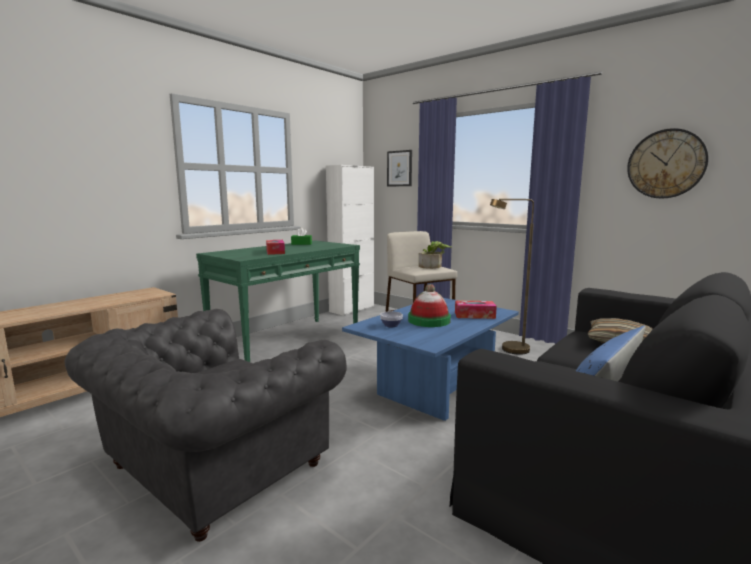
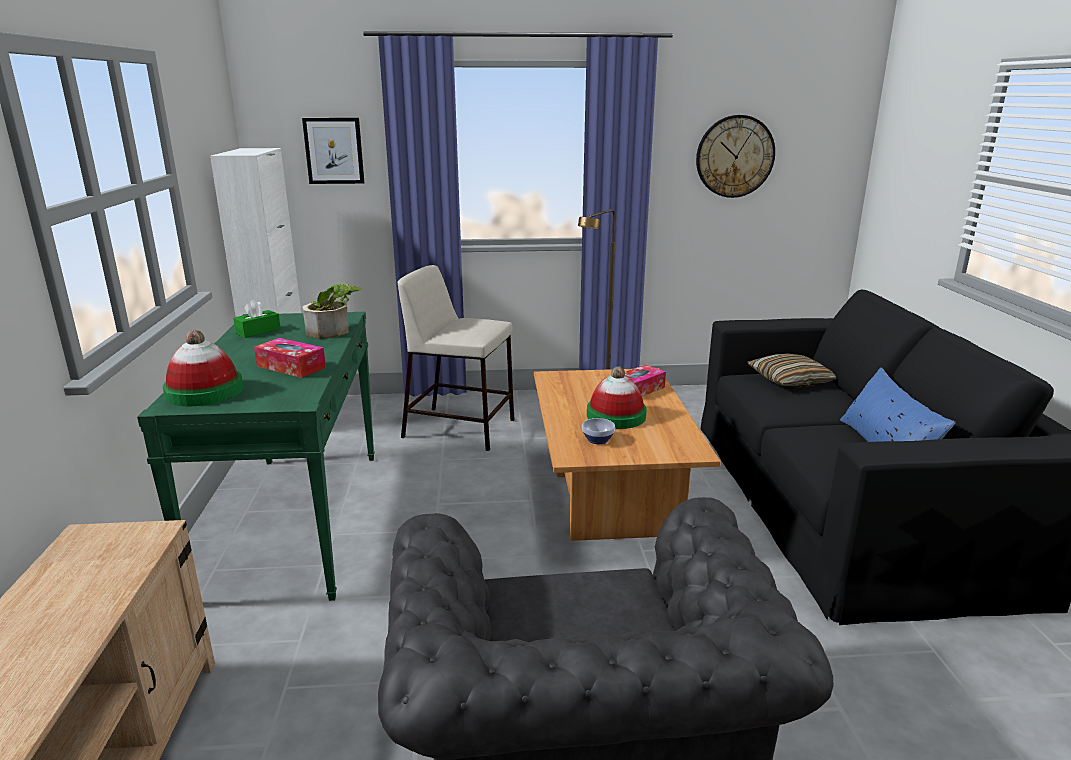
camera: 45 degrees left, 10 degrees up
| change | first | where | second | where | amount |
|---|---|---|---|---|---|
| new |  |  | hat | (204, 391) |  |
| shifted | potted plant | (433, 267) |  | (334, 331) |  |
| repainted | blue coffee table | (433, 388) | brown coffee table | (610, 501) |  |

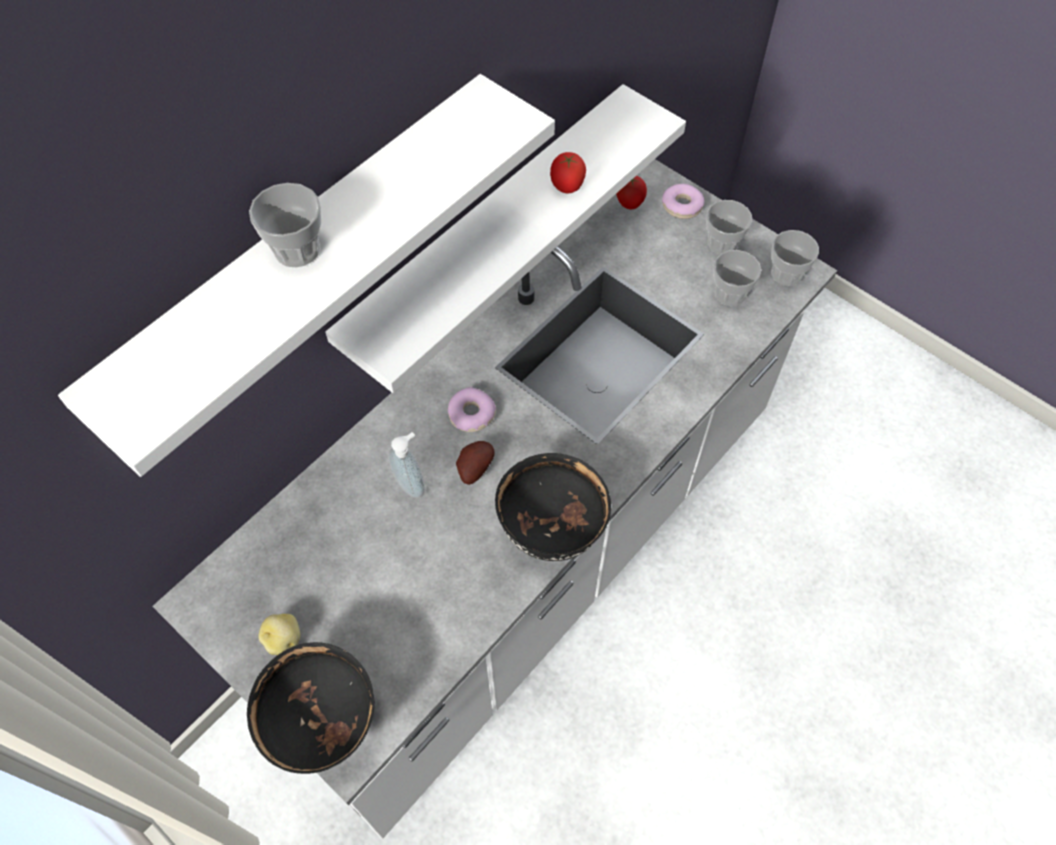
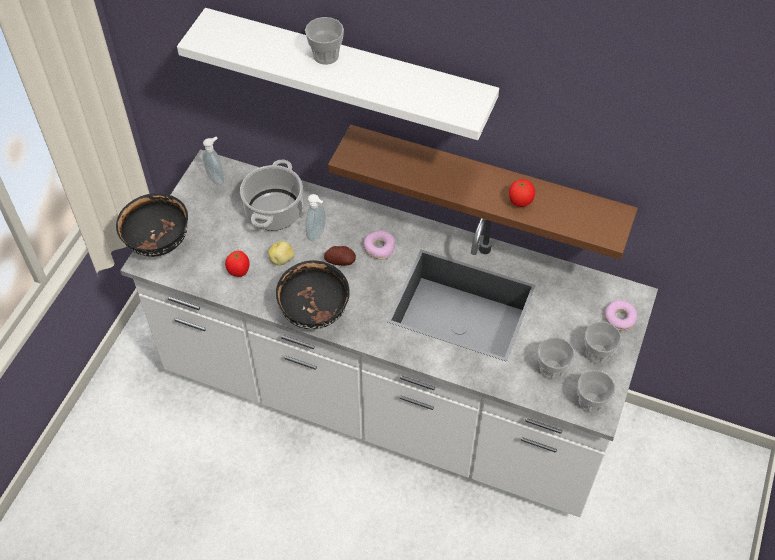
camera: 70 degrees right, 5 degrees down
| change | first | where | second | where | amount |
|---|---|---|---|---|---|
| new |  |  | soap dispenser | (216, 178) |  |
| shifted | tomato | (629, 204) |  | (239, 272) |  |
| new |  |  | cooking pot | (274, 210) |  |
| shifted | potato | (284, 639) |  | (282, 259) |  |
| repainted | white shelf | (487, 230) | brown shelf | (487, 186) |  |

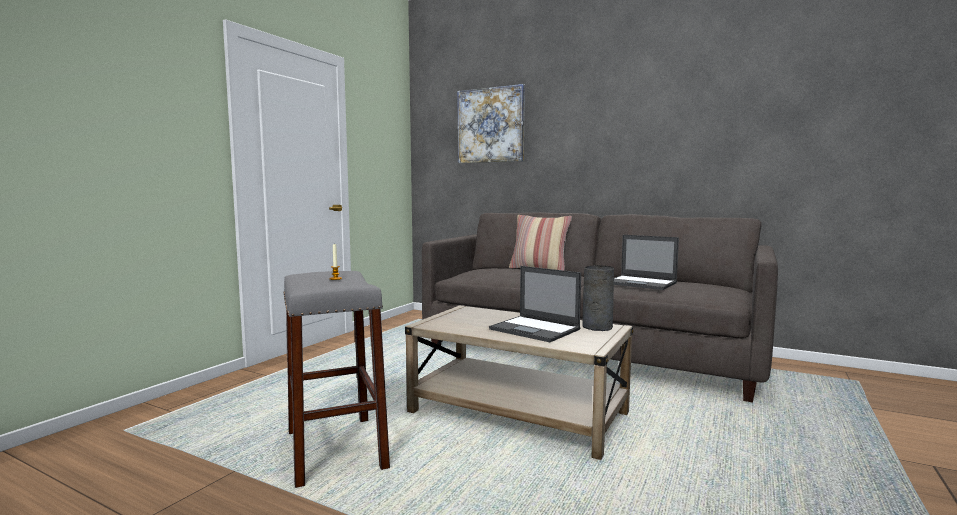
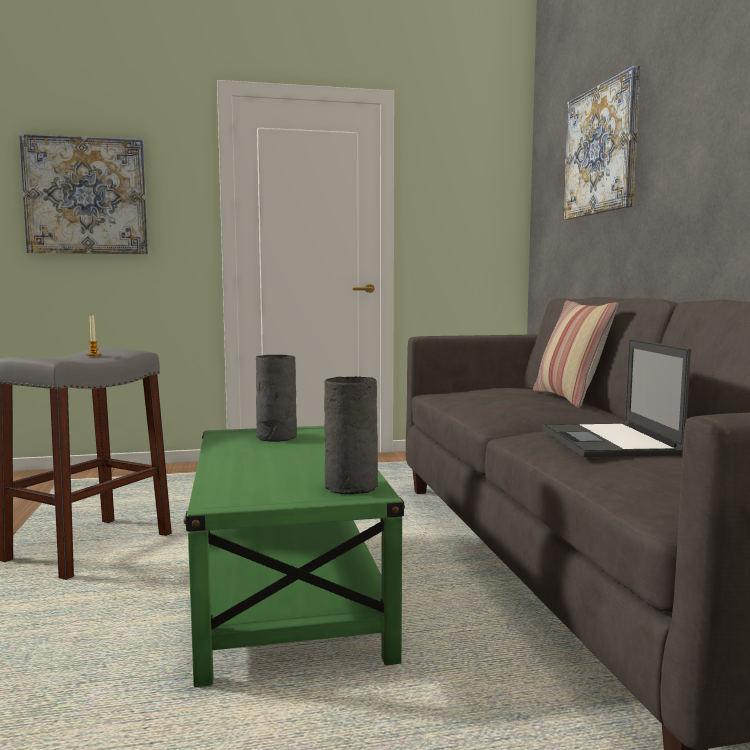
camera: 50 degrees right, 0 degrees up
| change | first | where | second | where | amount |
|---|---|---|---|---|---|
| new |  |  | picture | (86, 196) |  |
| repainted | beige coffee table | (518, 413) | green coffee table | (286, 593) |  |
| new |  |  | grey vase | (275, 437) |  |
| gone | laptop | (535, 329) |  |  |  |

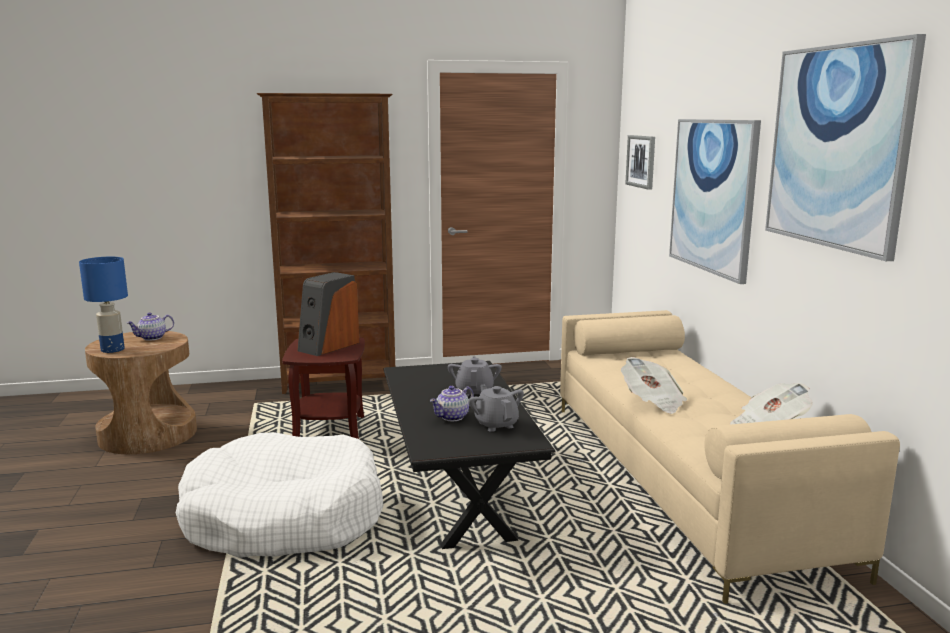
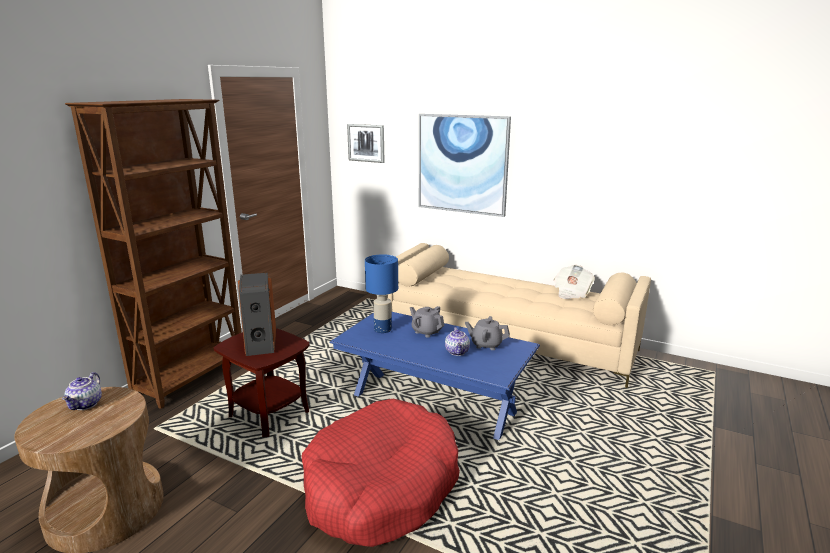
camera: 50 degrees left, 5 degrees up
| change | first | where | second | where | amount |
|---|---|---|---|---|---|
| repainted | white dog bed | (284, 518) | red dog bed | (381, 486) |  |
| repainted | black coffee table | (458, 489) | blue coffee table | (433, 404) |  |
| shifted | blue table lamp | (113, 350) |  | (383, 329) |  |
| gone | newspaper | (653, 402) |  |  |  |
| gone | picture | (837, 147) |  |  |  |

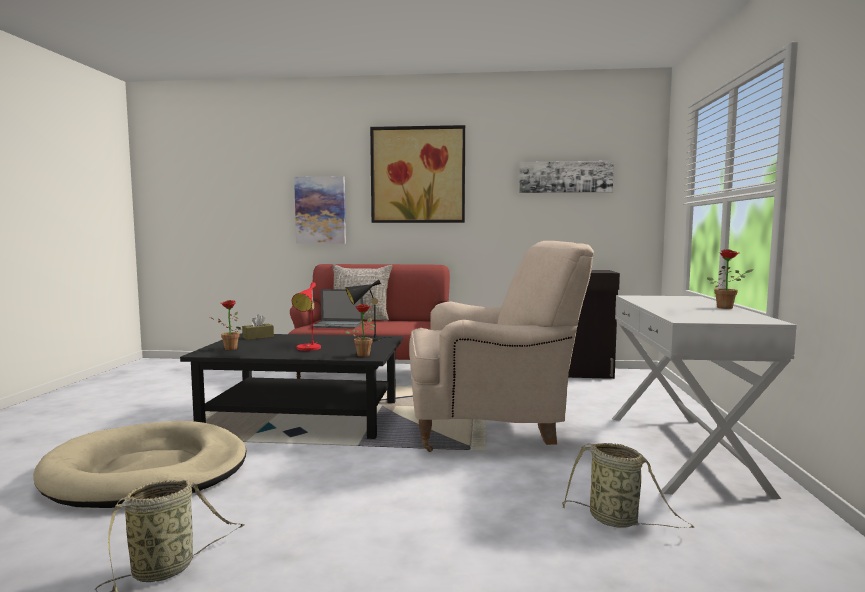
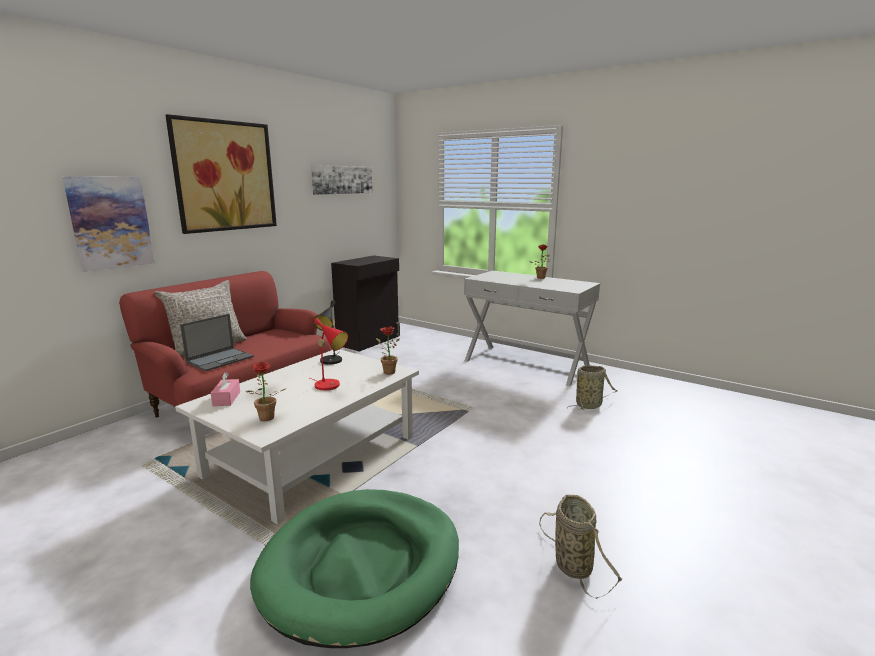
camera: 60 degrees left, 10 degrees up
| change | first | where | second | where | amount |
|---|---|---|---|---|---|
| repainted | black coffee table | (303, 416) | white coffee table | (312, 455) |  |
| repainted | brown tissue box | (258, 337) | pink tissue box | (226, 399) |  |
| repainted | beige dog bed | (147, 472) | green dog bed | (362, 566) |  |
| gone | beige armchair | (489, 426) |  |  |  |

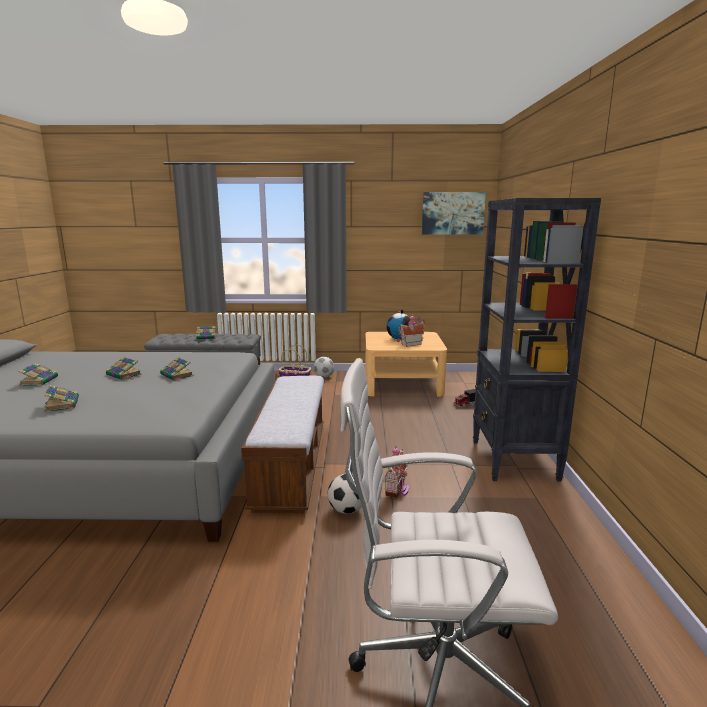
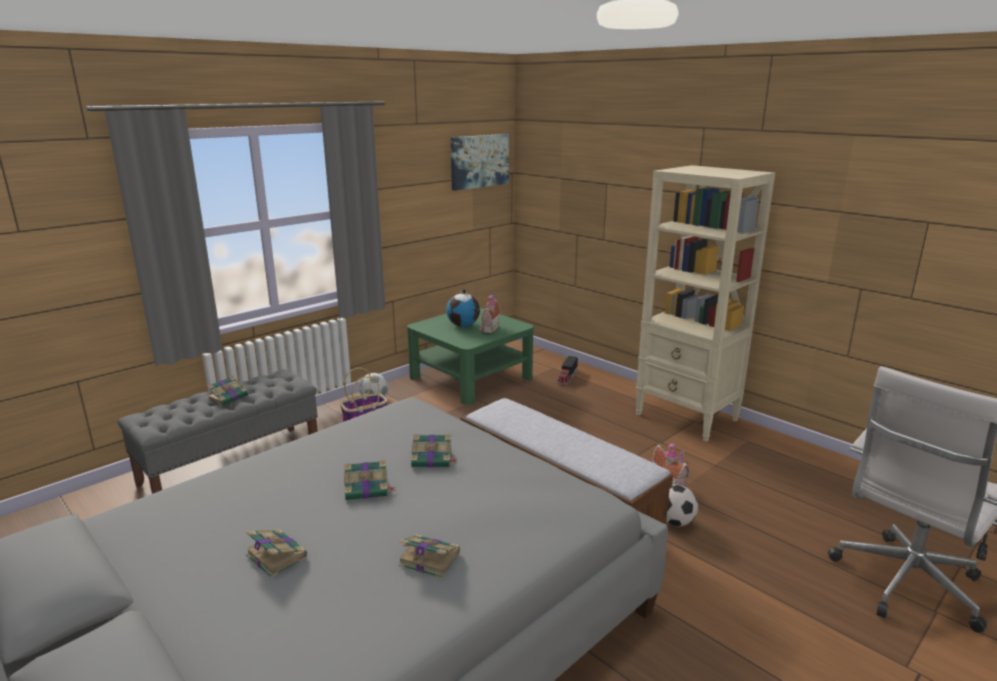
camera: 45 degrees left, 5 degrees up
| change | first | where | second | where | amount |
|---|---|---|---|---|---|
| repainted | beige coffee table | (403, 383) | green coffee table | (471, 377) |  |
| repainted | black bookcase | (513, 460) | beige bookcase | (687, 417) |  |

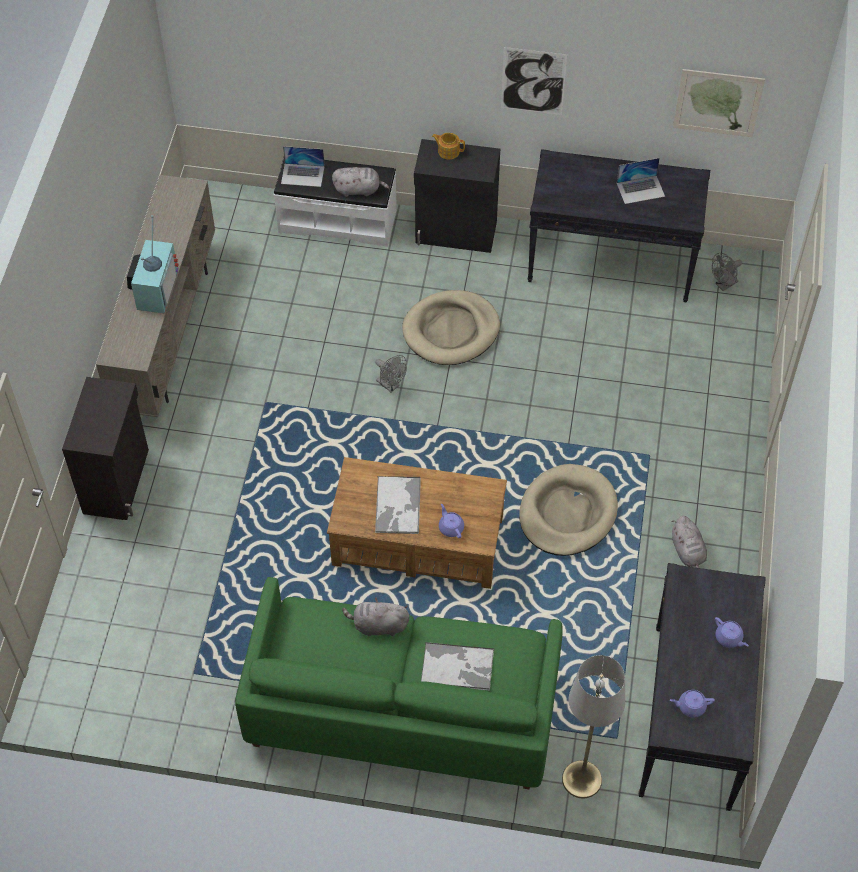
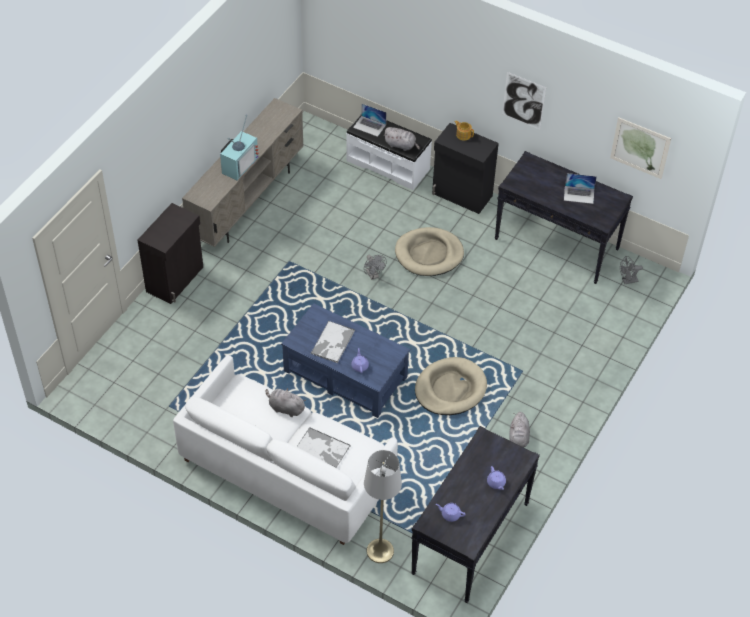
camera: 20 degrees right, 5 degrees down
| change | first | where | second | where | amount |
|---|---|---|---|---|---|
| repainted | green sofa | (401, 707) | white sofa | (286, 469) |  |
| repainted | brown coffee table | (417, 539) | blue coffee table | (345, 373) |  |

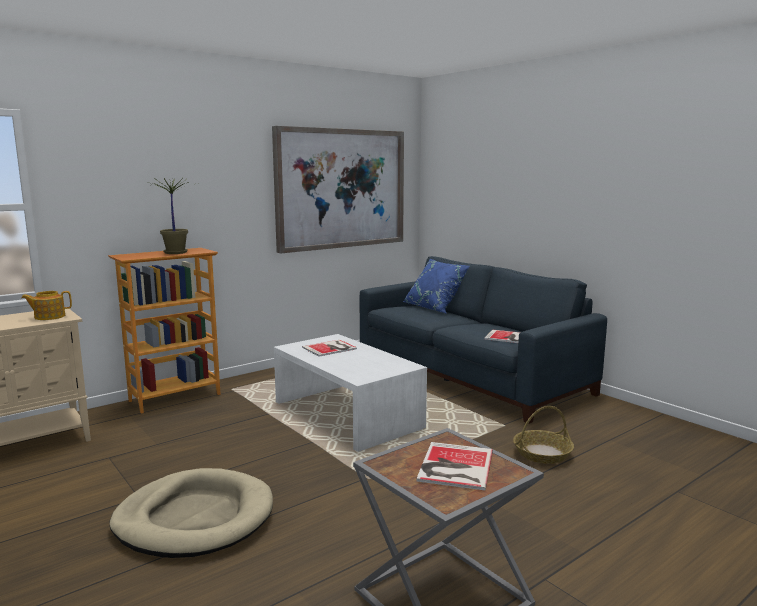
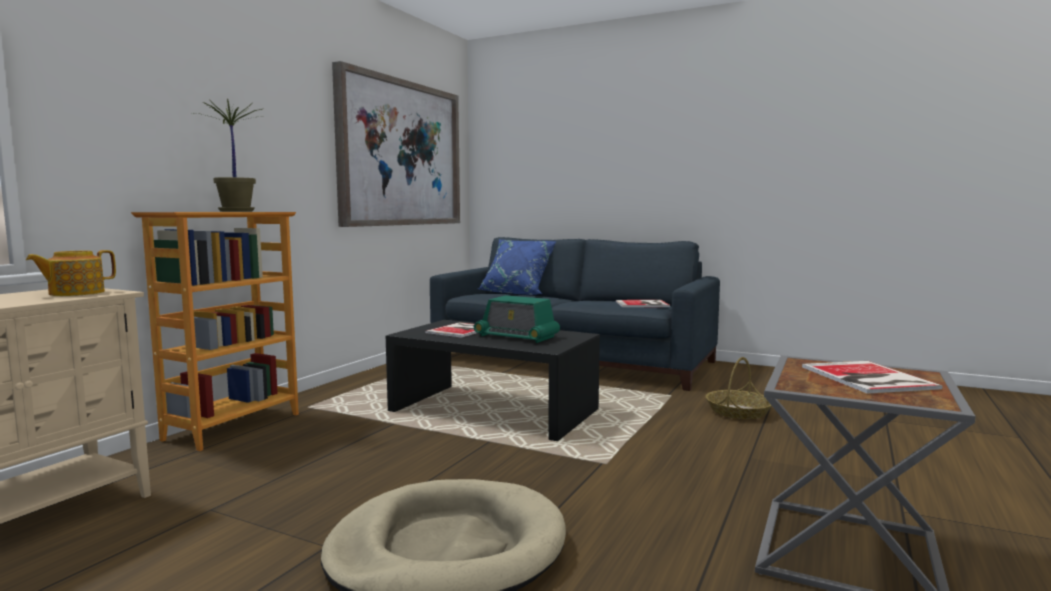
camera: 25 degrees left, 5 degrees down
| change | first | where | second | where | amount |
|---|---|---|---|---|---|
| repainted | white coffee table | (347, 414) | black coffee table | (494, 410) |  |
| new |  |  | radio | (516, 336) |  |

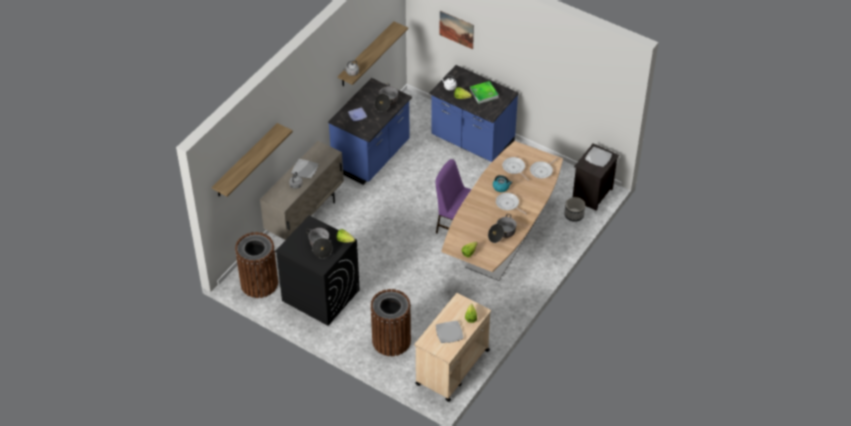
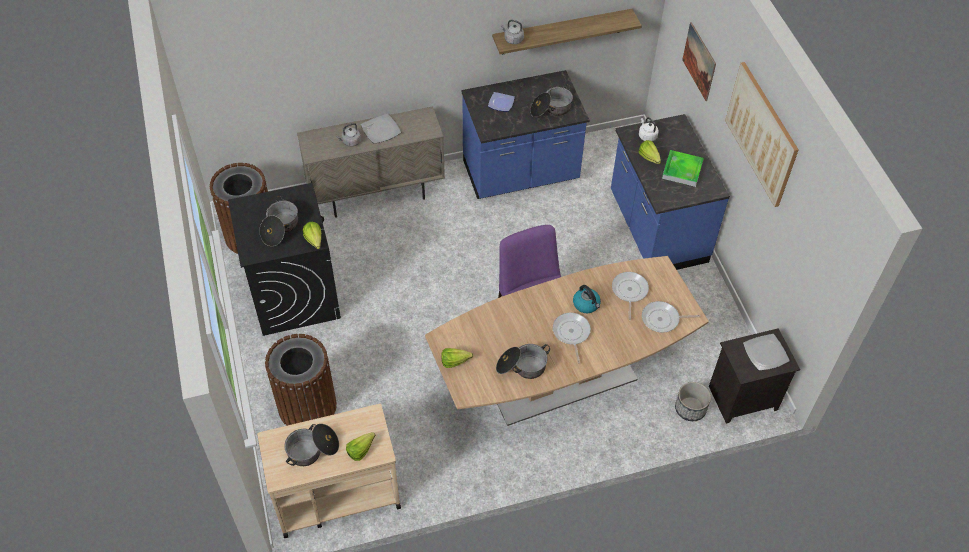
camera: 40 degrees right, 5 degrees up
| change | first | where | second | where | amount |
|---|---|---|---|---|---|
| swapped | plate | (449, 332) | cooking pot | (312, 450) |  |
| new |  |  | picture | (761, 134) |  |
| gone | shelf | (246, 161) |  |  |  |

